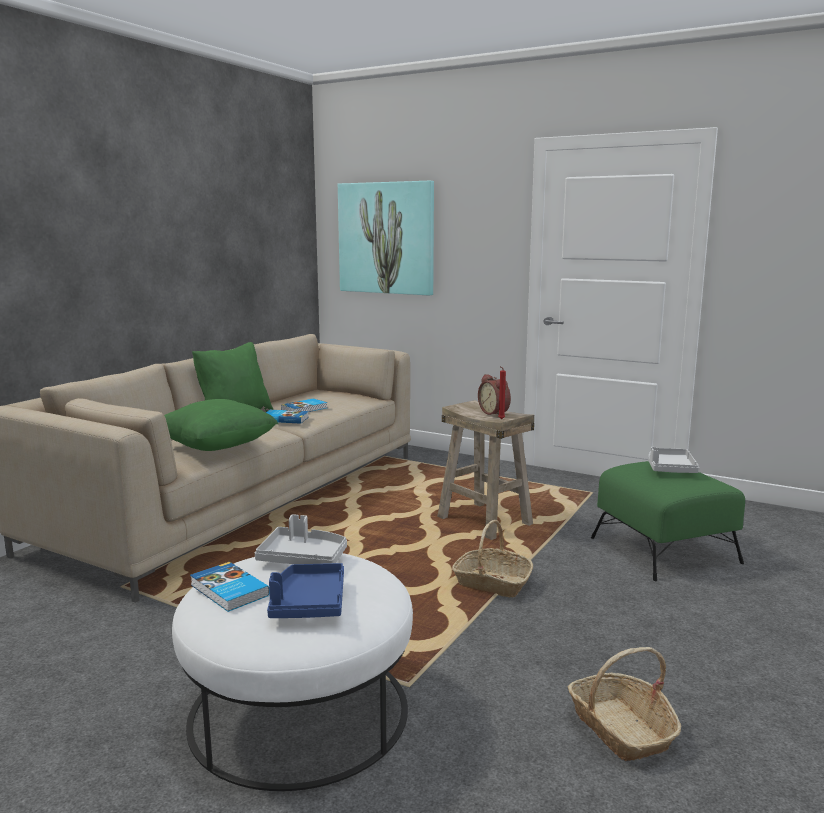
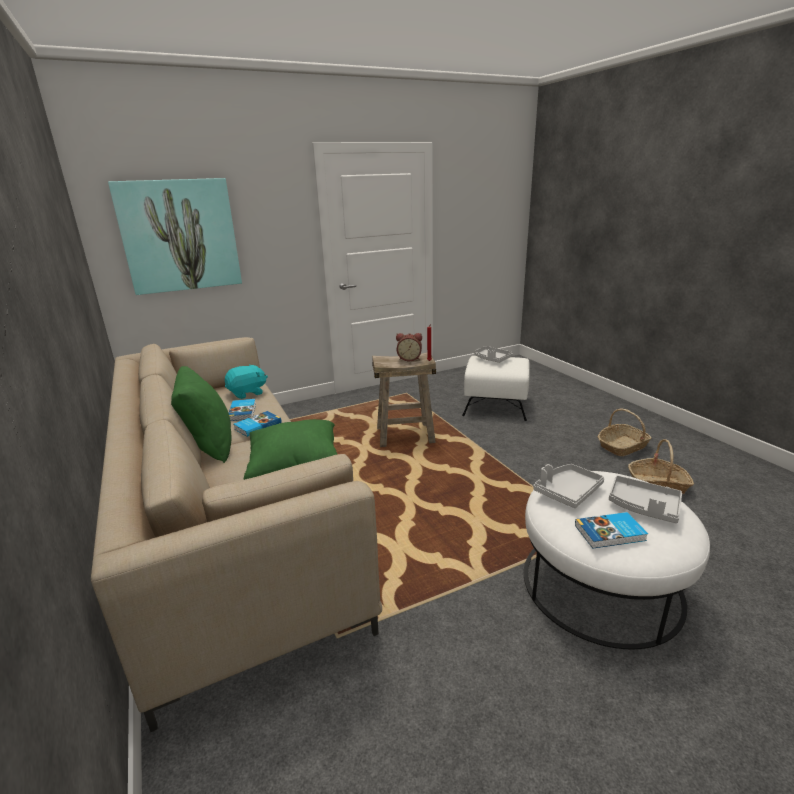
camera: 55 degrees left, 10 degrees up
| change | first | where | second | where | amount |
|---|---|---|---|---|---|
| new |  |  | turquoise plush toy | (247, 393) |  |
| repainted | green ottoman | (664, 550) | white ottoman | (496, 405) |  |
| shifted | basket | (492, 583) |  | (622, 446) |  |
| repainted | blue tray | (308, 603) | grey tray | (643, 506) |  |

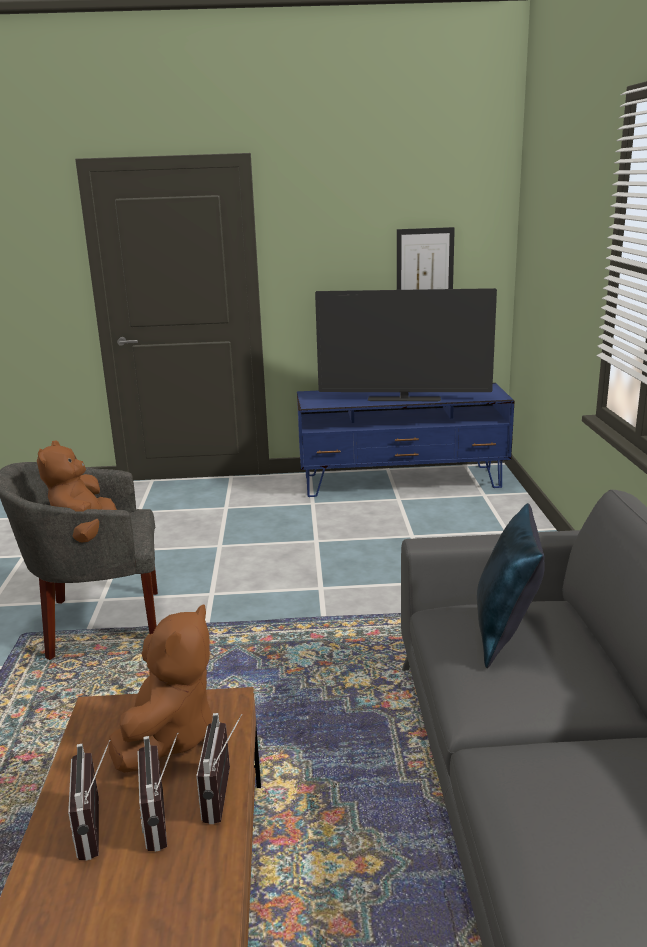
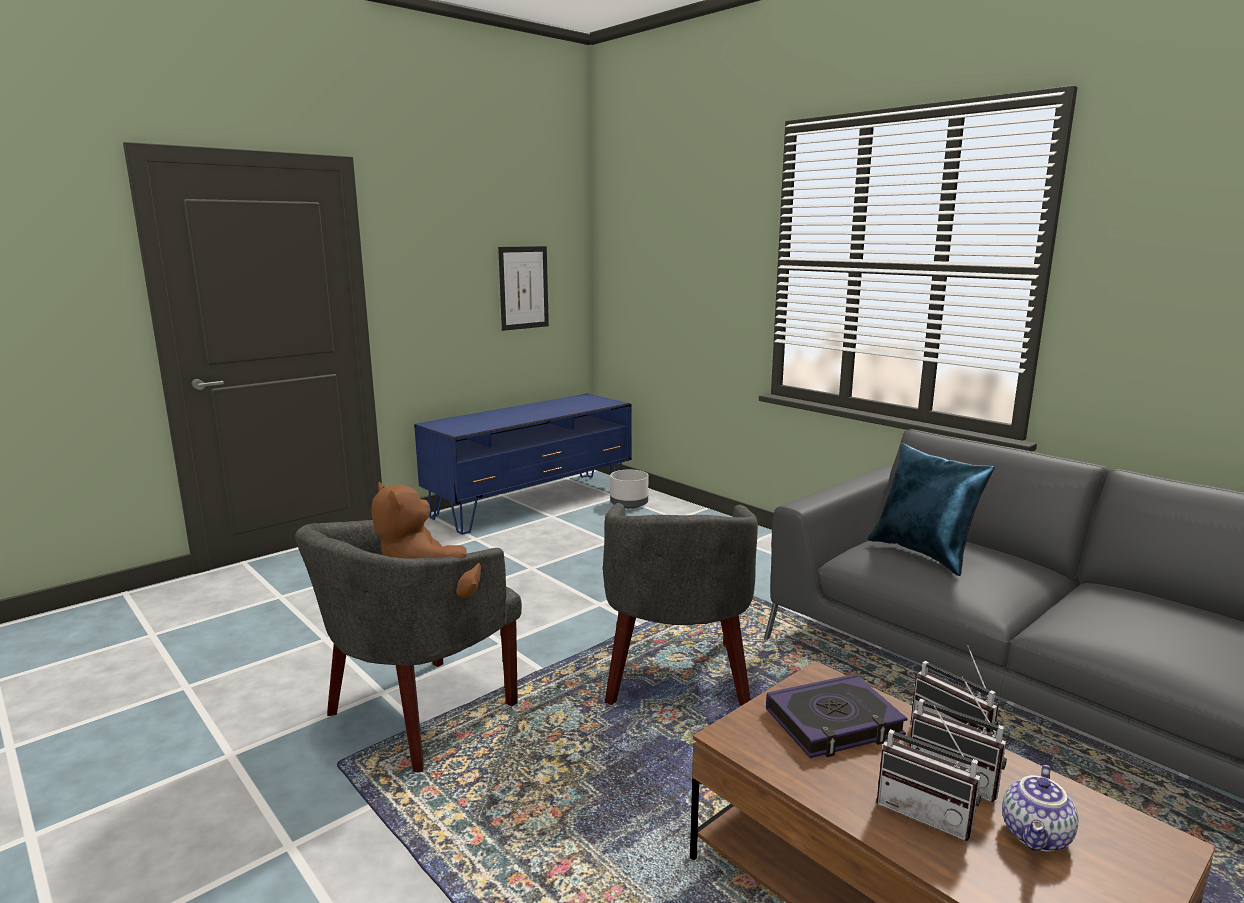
camera: 40 degrees left, 5 degrees down
| change | first | where | second | where | amount |
|---|---|---|---|---|---|
| new |  |  | grey armchair | (676, 676) |  |
| new |  |  | grey planter | (629, 504) |  |
| swapped | brown plush toy | (169, 737) | book | (834, 723) |  |
| new |  |  | teapot | (1037, 836) |  |
| gone | television | (404, 399) |  |  |  |

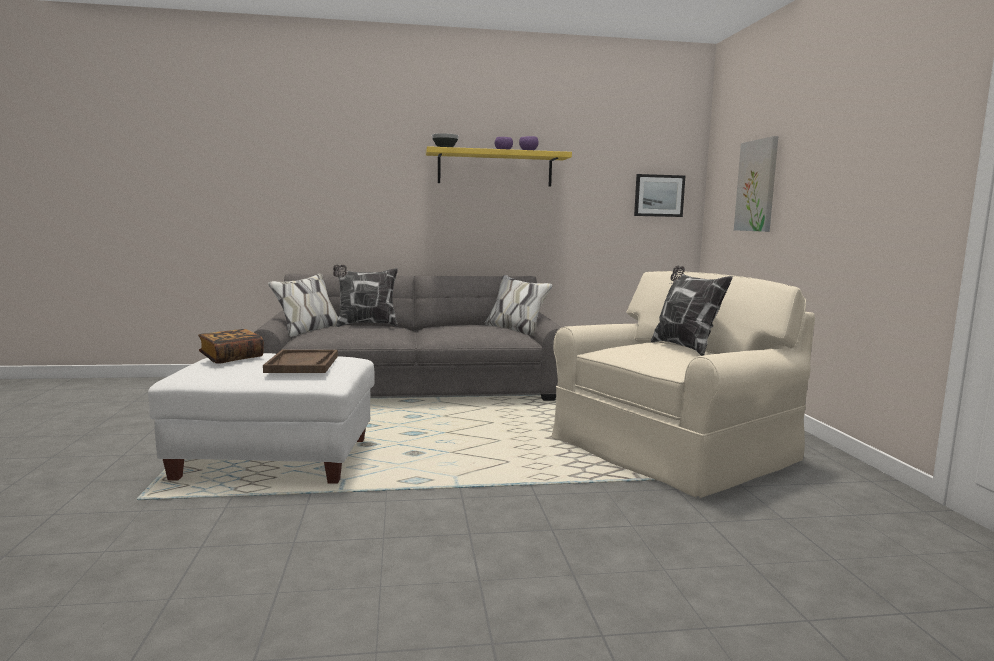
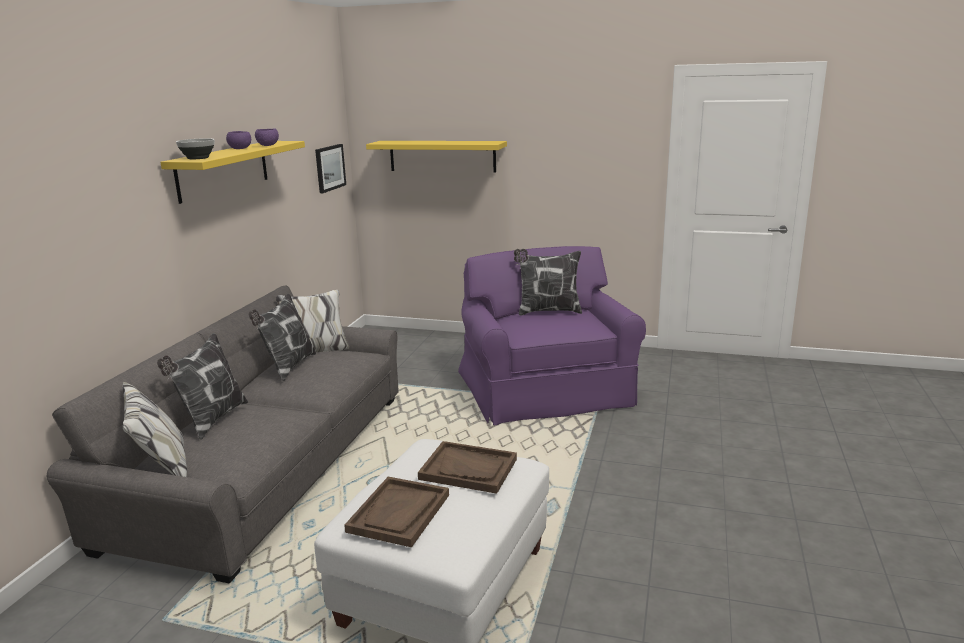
camera: 65 degrees left, 10 degrees up
| change | first | where | second | where | amount |
|---|---|---|---|---|---|
| new |  |  | pillow | (288, 367) |  |
| swapped | book | (231, 358) | brown tray | (399, 513) |  |
| swapped | picture | (757, 186) | yellow shelf | (442, 156) |  |
| repainted | beige armchair | (671, 449) | purple armchair | (545, 389) |  |

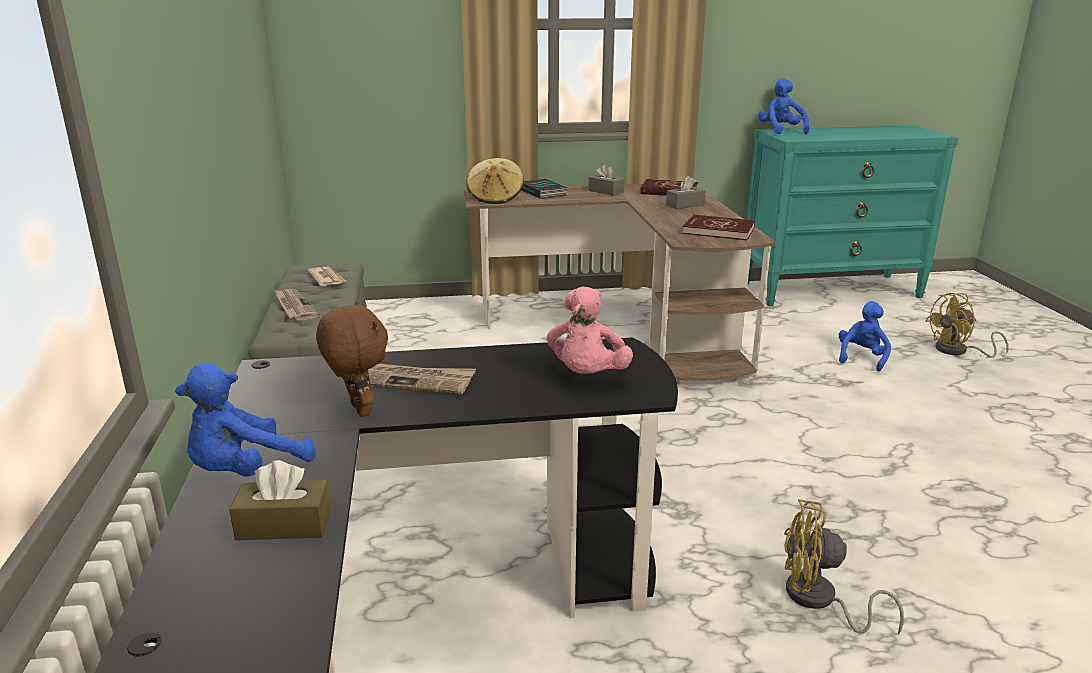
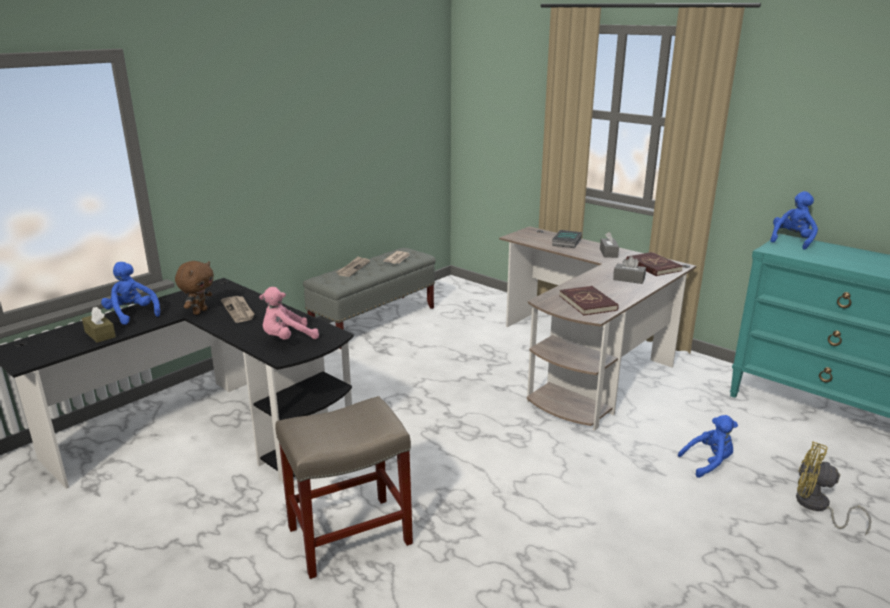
camera: 50 degrees right, 0 degrees up
| change | first | where | second | where | amount |
|---|---|---|---|---|---|
| rotated | blue plush toy | (245, 471) |  | (132, 314) | 45 degrees clockwise |
| swapped | yellow fan | (819, 601) | beige stool | (348, 536) |  |
| gone | beige hat | (495, 198) |  |  |  |

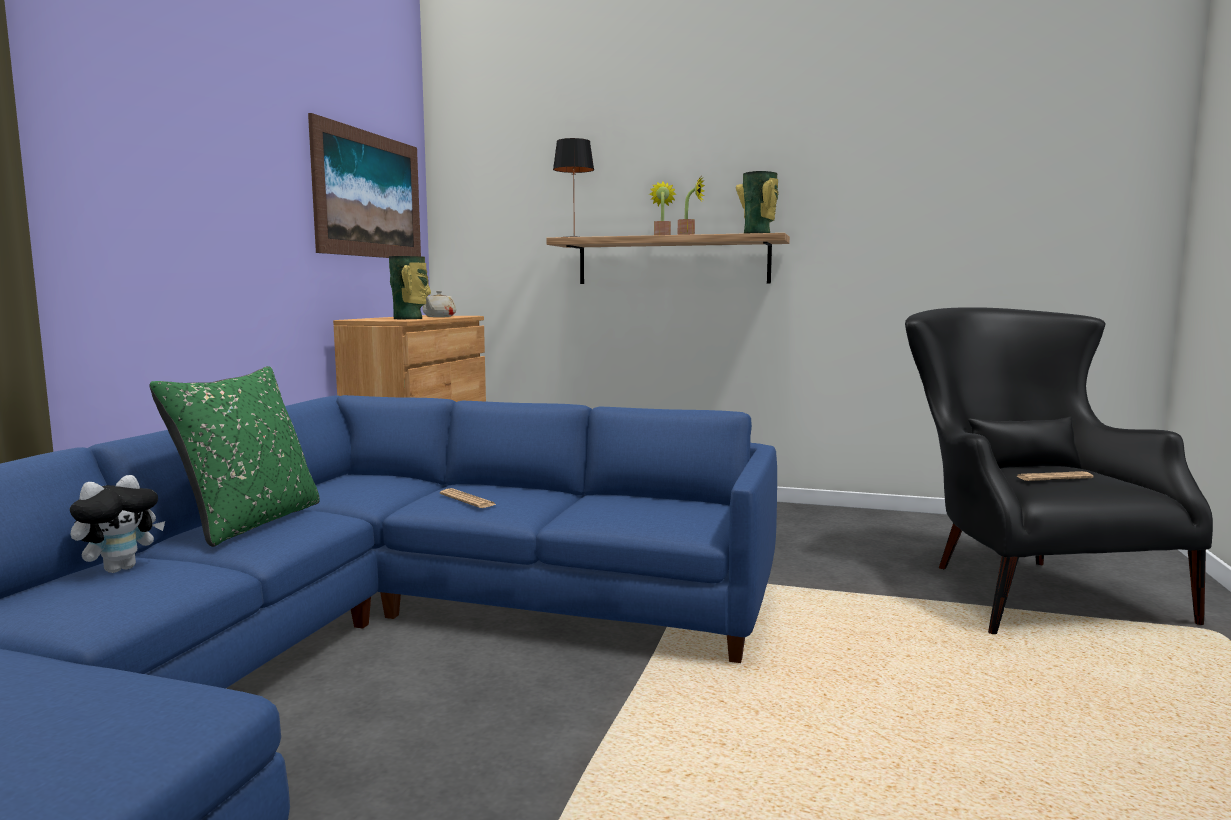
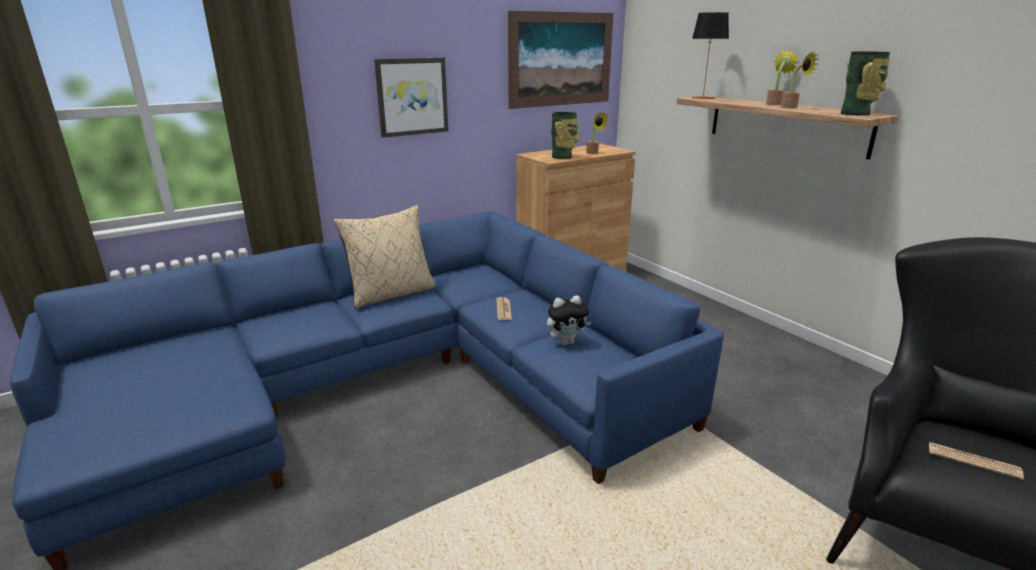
camera: 40 degrees right, 15 degrees up
| change | first | where | second | where | amount |
|---|---|---|---|---|---|
| repainted | green pillow | (251, 522) | beige pillow | (391, 294) |  |
| new |  |  | picture | (412, 97) |  |
| shifted | plush toy | (120, 568) |  | (566, 342) |  |
| swapped | beige teapot | (439, 317) | potted plant | (593, 153) |  |

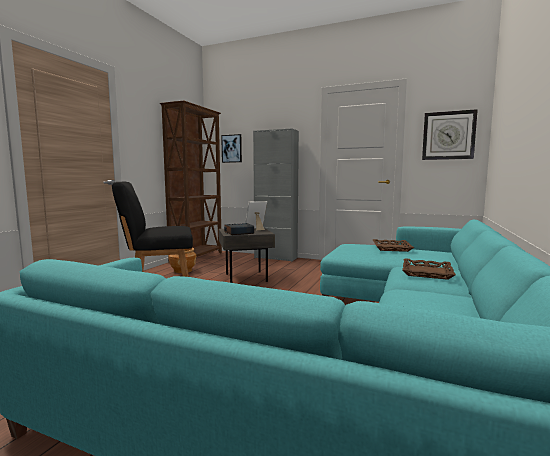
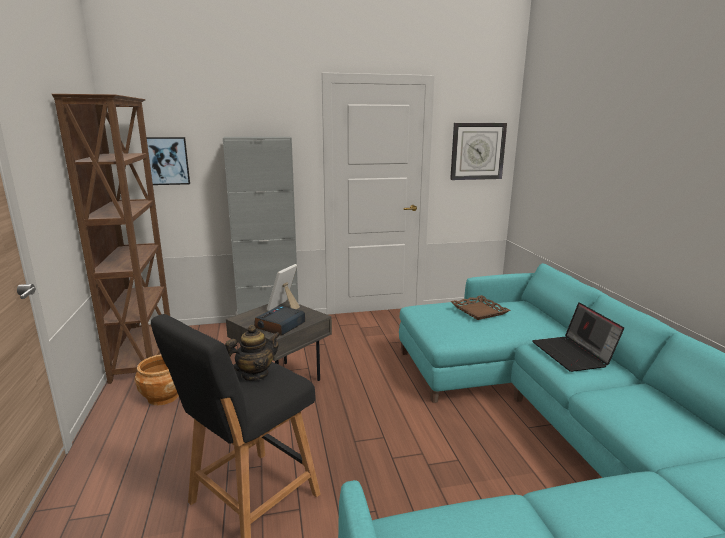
camera: 35 degrees left, 10 degrees up
| change | first | where | second | where | amount |
|---|---|---|---|---|---|
| new |  |  | teapot | (254, 375) |  |
| swapped | brown tray | (427, 272) | laptop | (573, 354) |  |

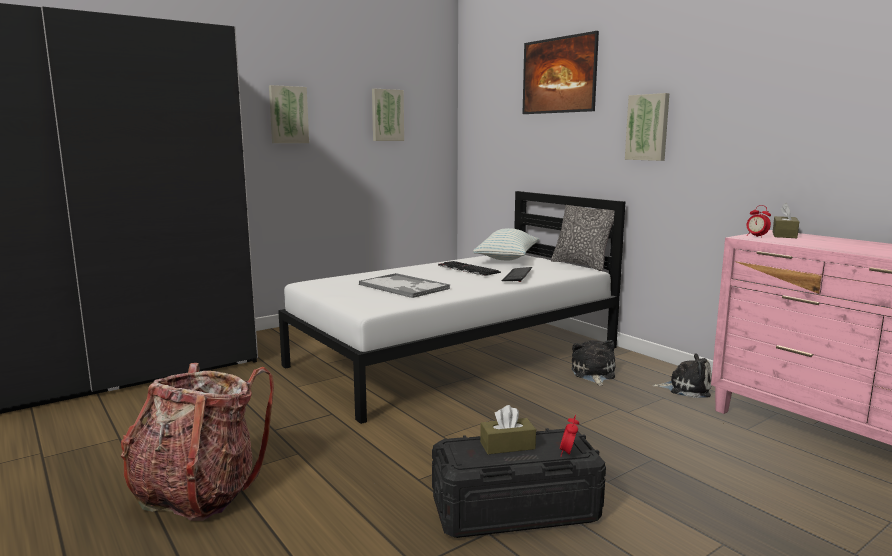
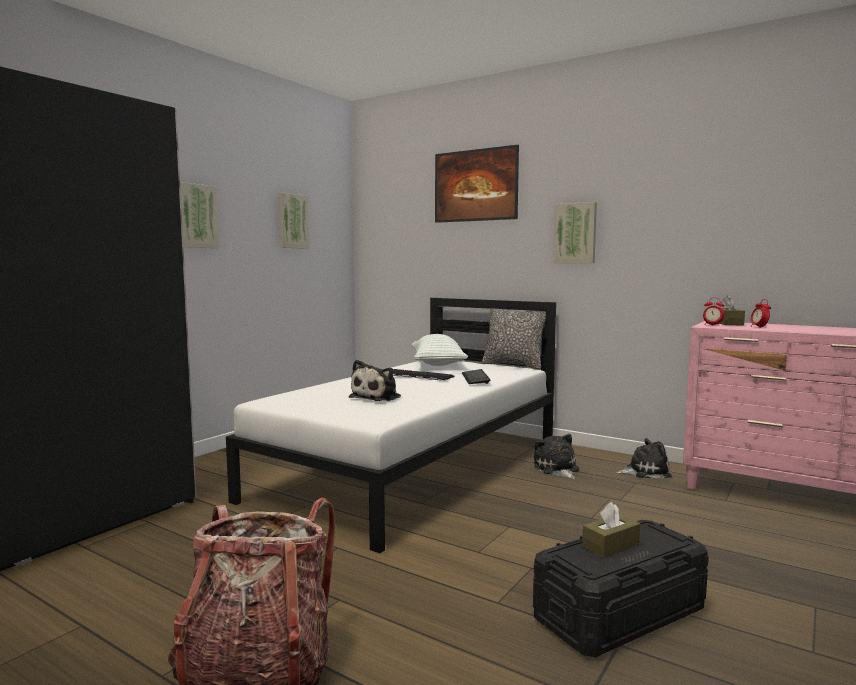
camera: 20 degrees left, 5 degrees down
| change | first | where | second | where | amount |
|---|---|---|---|---|---|
| swapped | tray | (404, 287) | plush toy | (377, 397) |  |
| shifted | alarm clock | (568, 453) |  | (759, 327) |  |

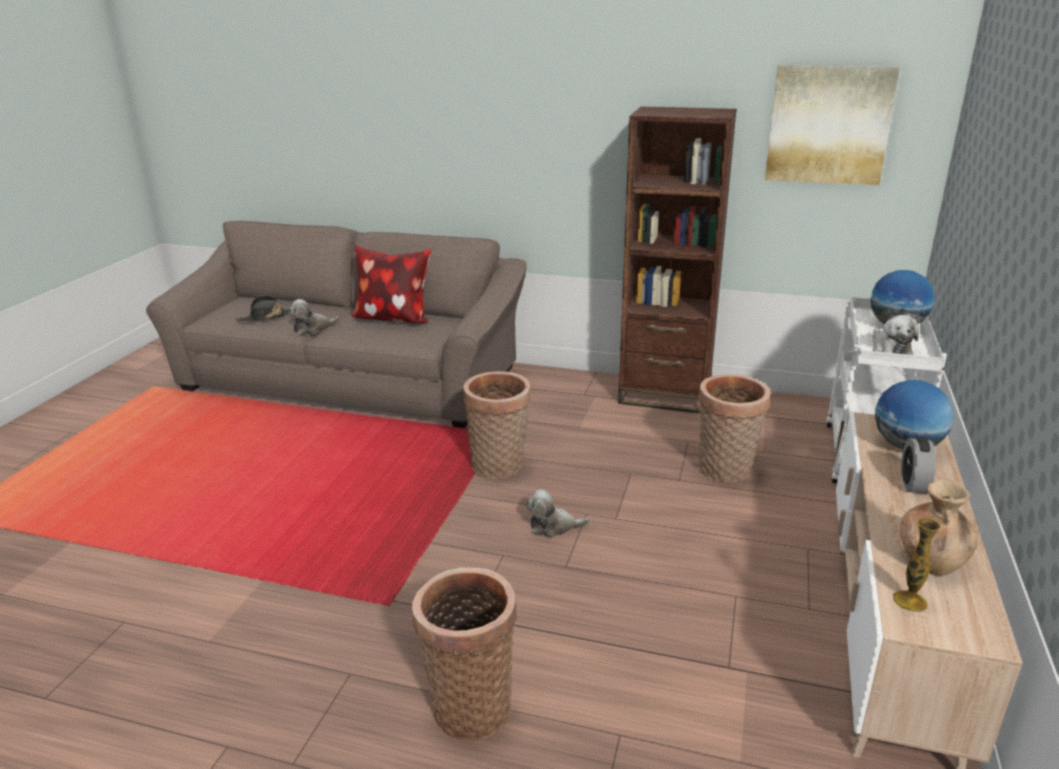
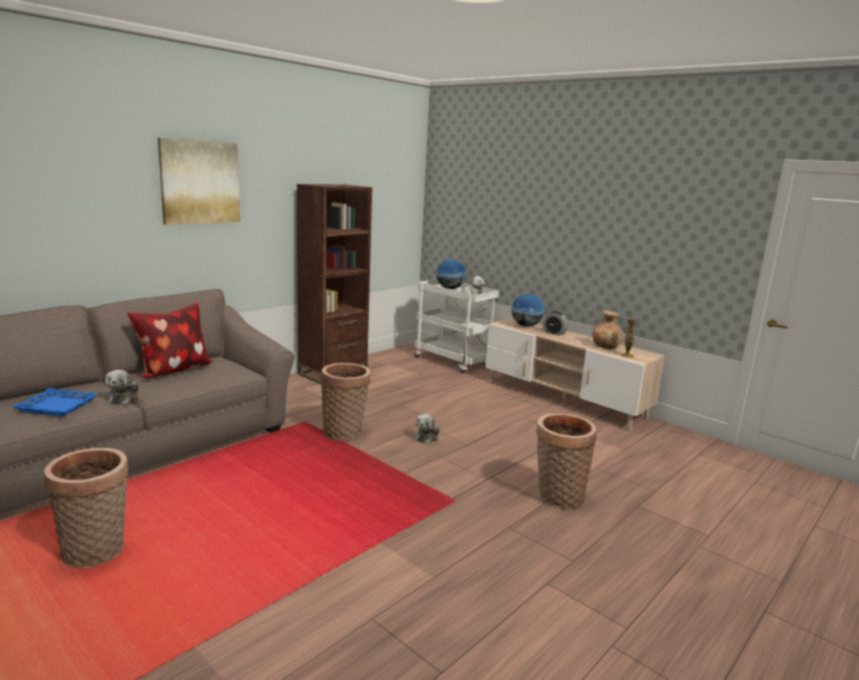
camera: 65 degrees left, 10 degrees down
| change | first | where | second | where | amount |
|---|---|---|---|---|---|
| swapped | black hat | (267, 317) | blue tray | (57, 406) |  |
| shifted | basket | (725, 471) |  | (96, 552) |  |
| shifted | picture | (828, 125) |  | (200, 182) |  |

